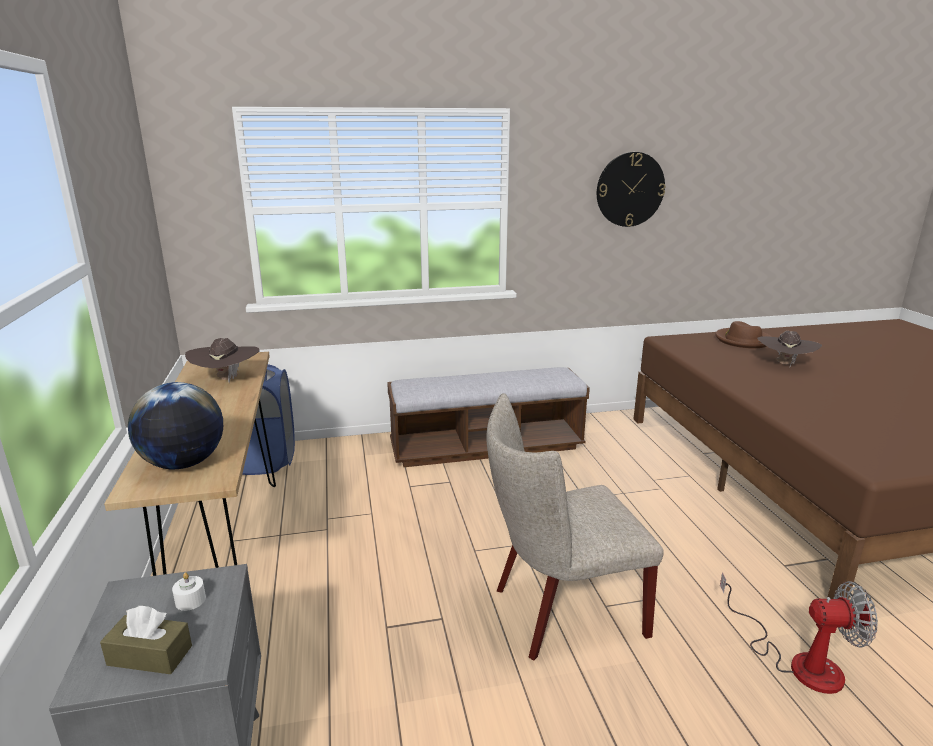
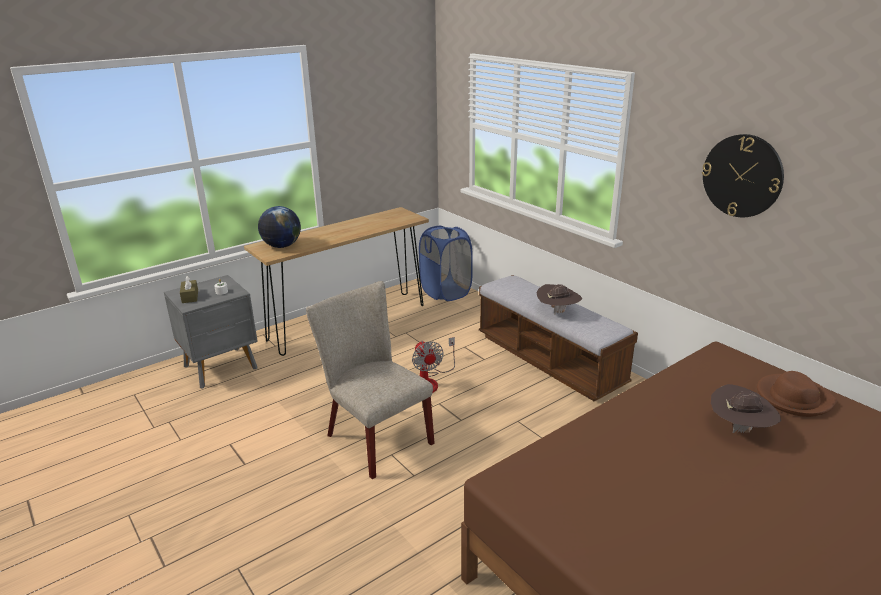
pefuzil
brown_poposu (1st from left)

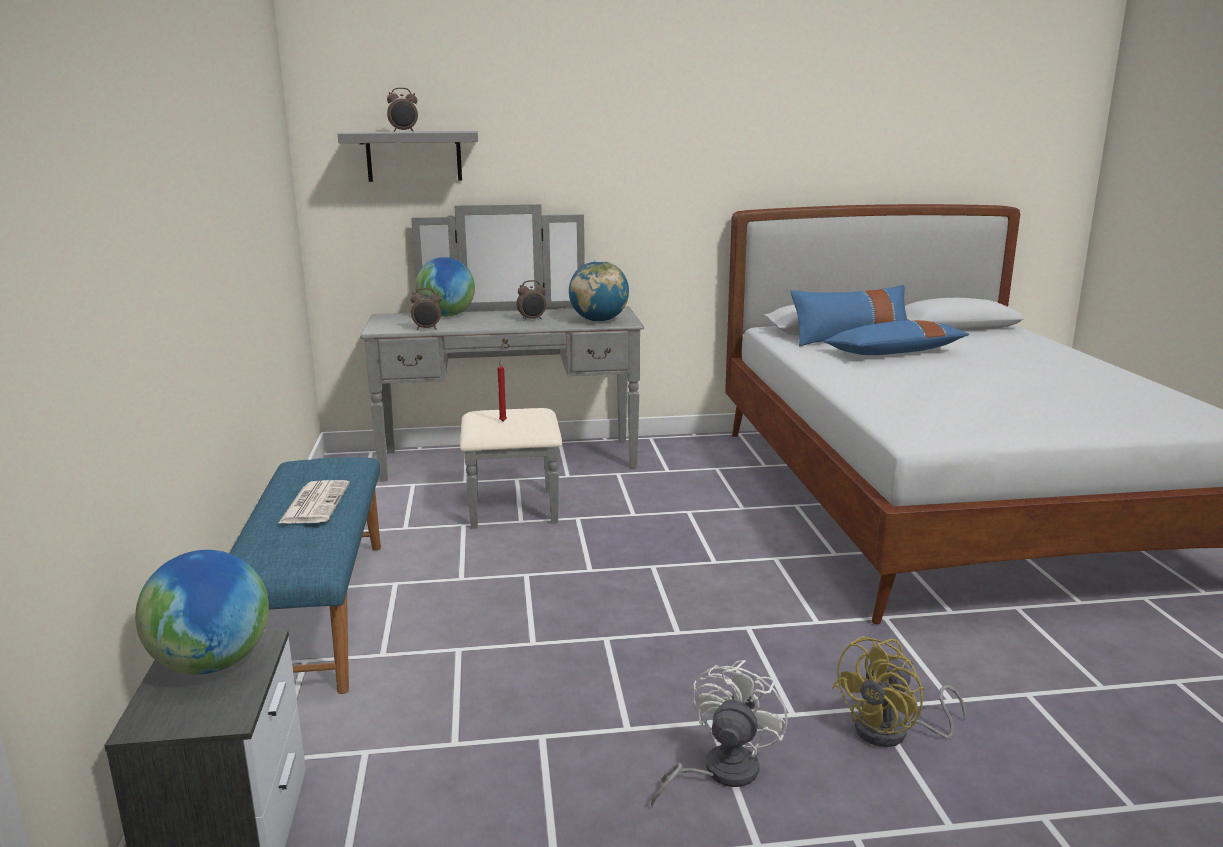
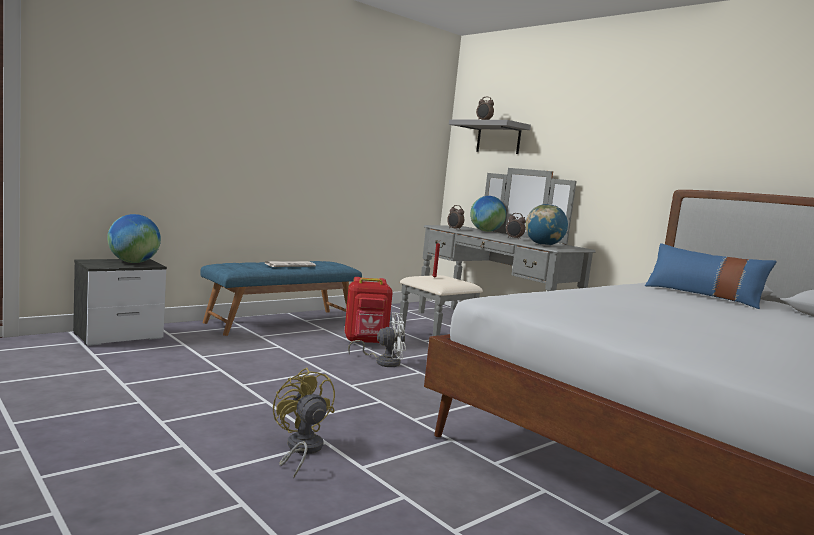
yellow_pefuzil
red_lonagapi
white_pefuzil
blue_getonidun (2nd from left in the first image)

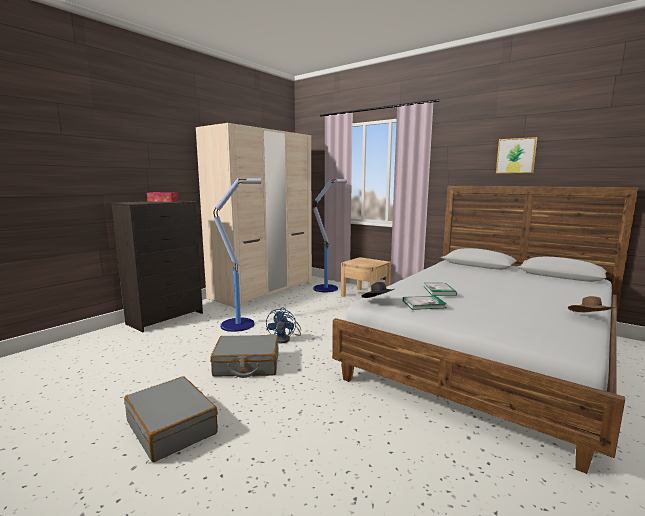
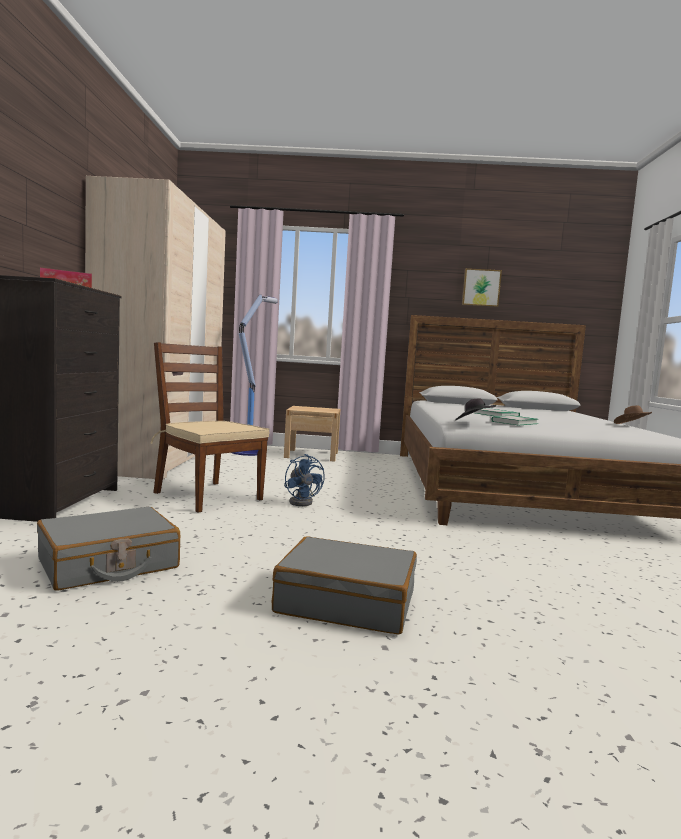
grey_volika (1st from left)
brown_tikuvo

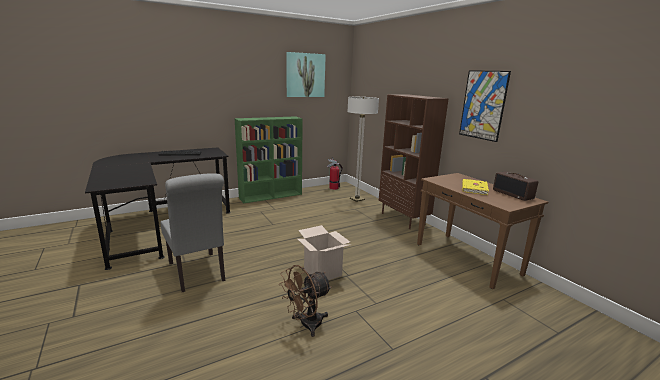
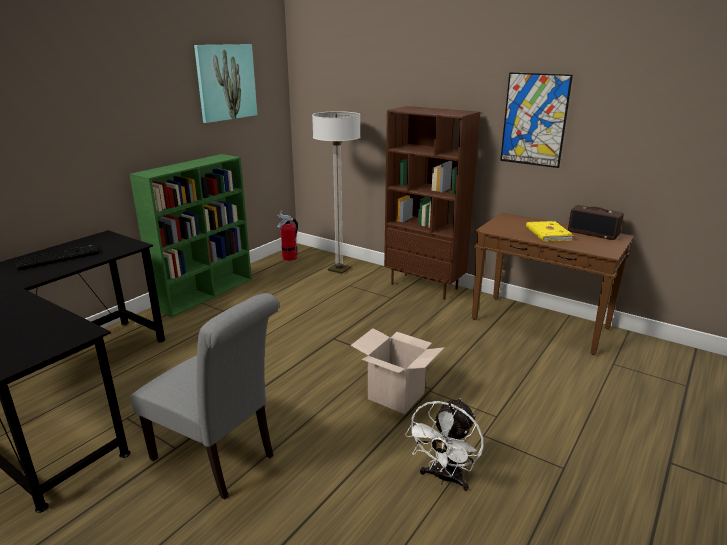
white_pefuzil

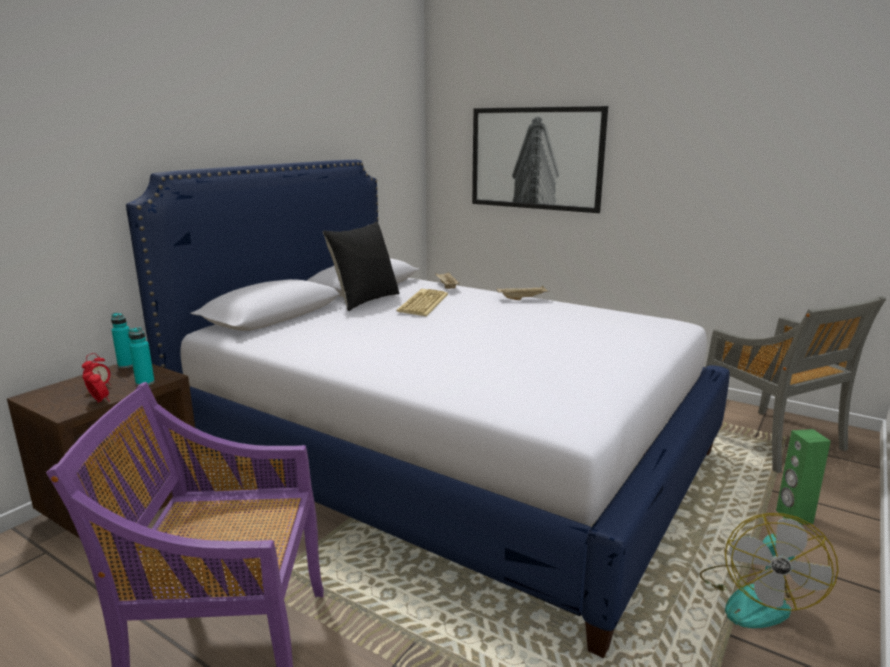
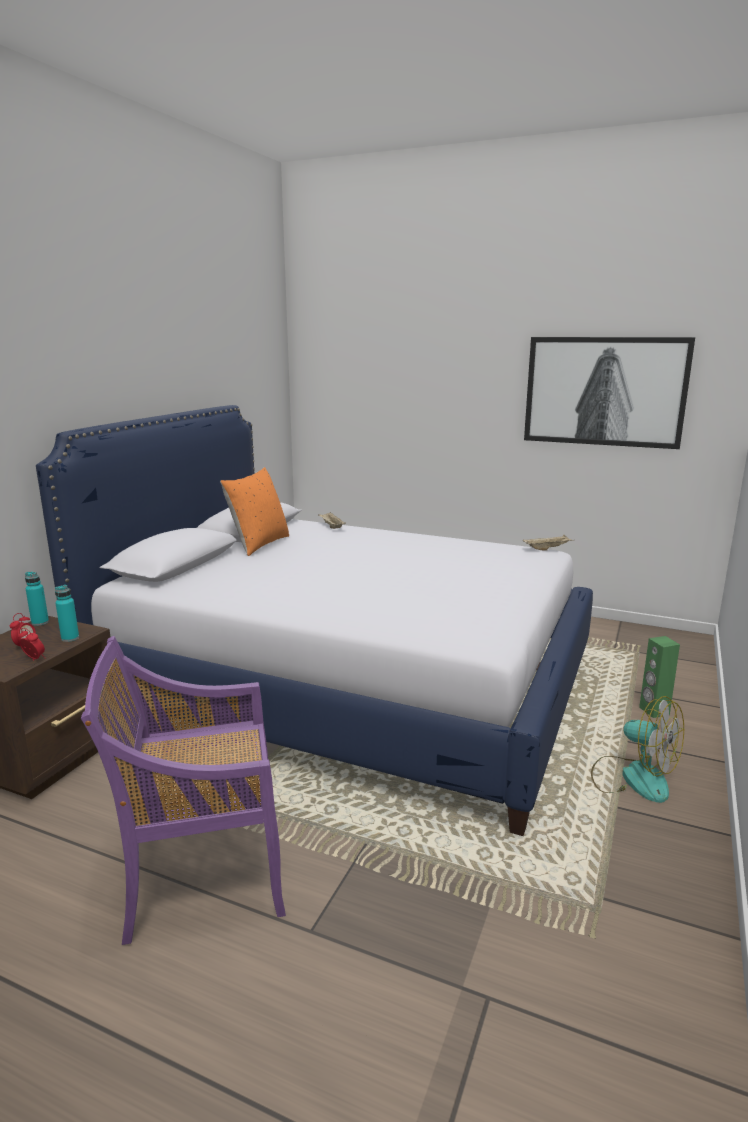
orange_getonidun
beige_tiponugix (2nd from left)
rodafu
pefuzil
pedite
grey_tikuvo

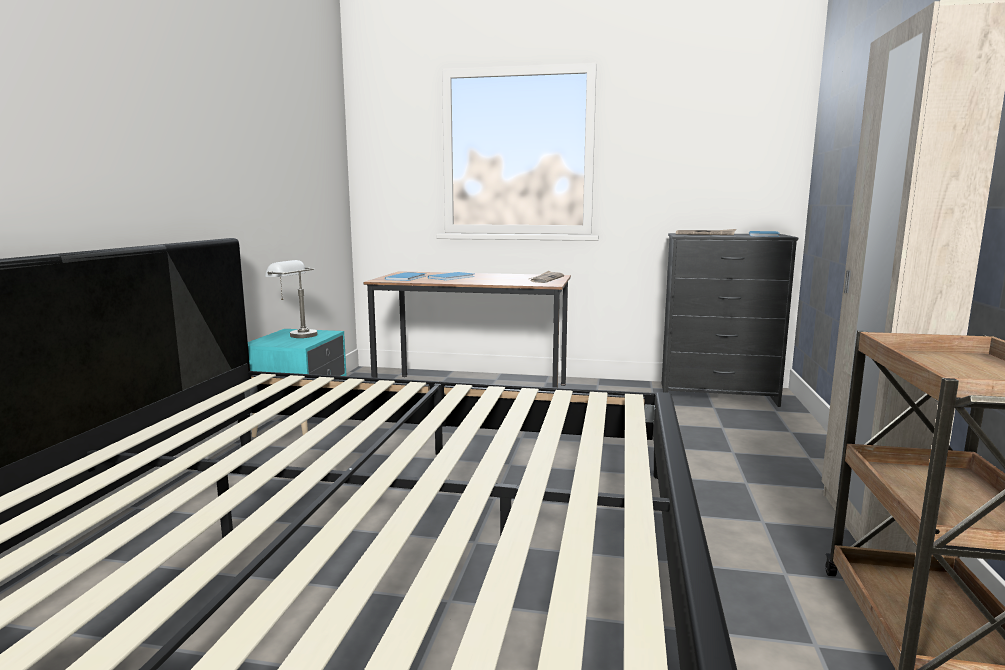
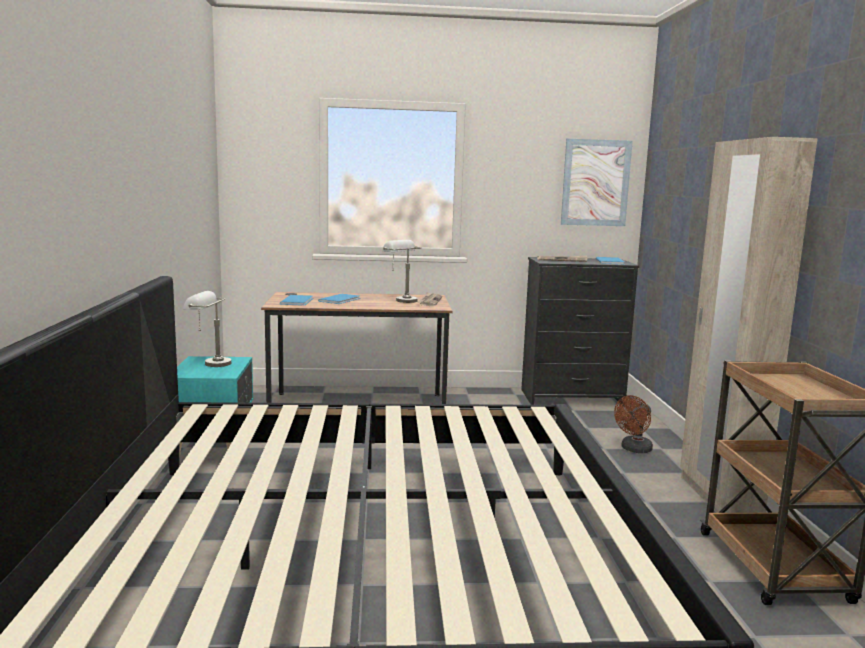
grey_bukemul (2nd from left)
rodafu
brown_pefuzil

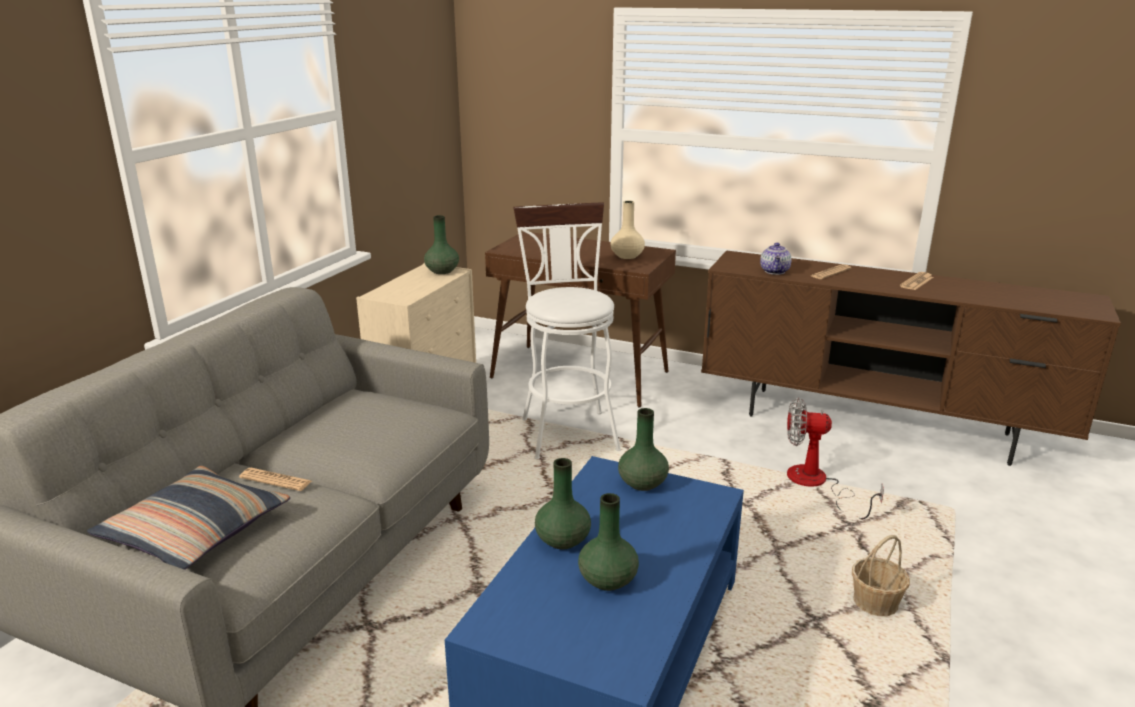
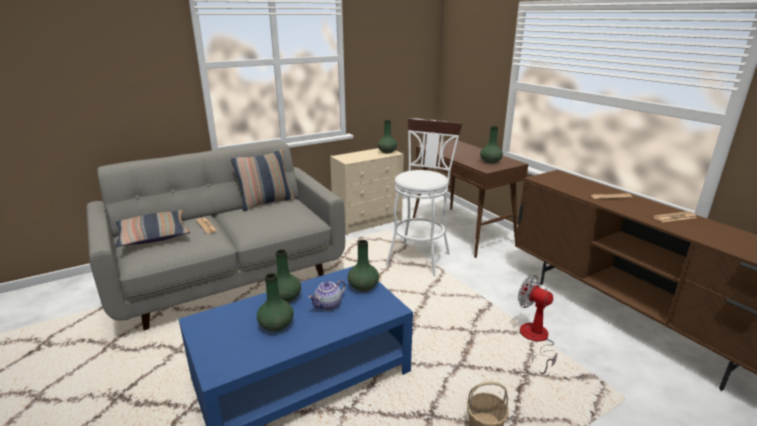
getonidun (2nd from left)
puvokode
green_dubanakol (5th from left)

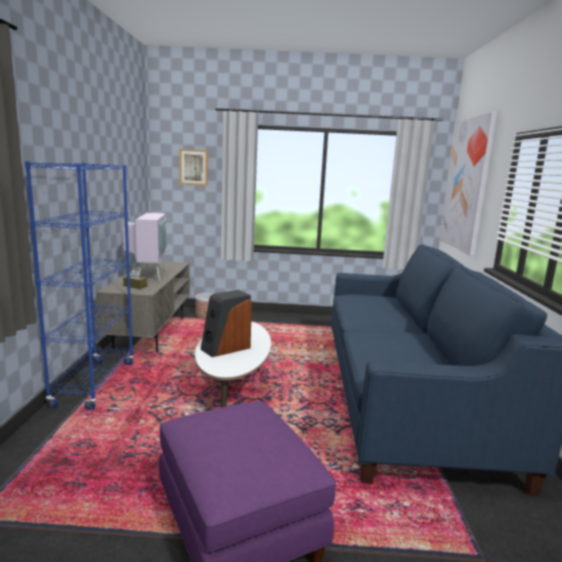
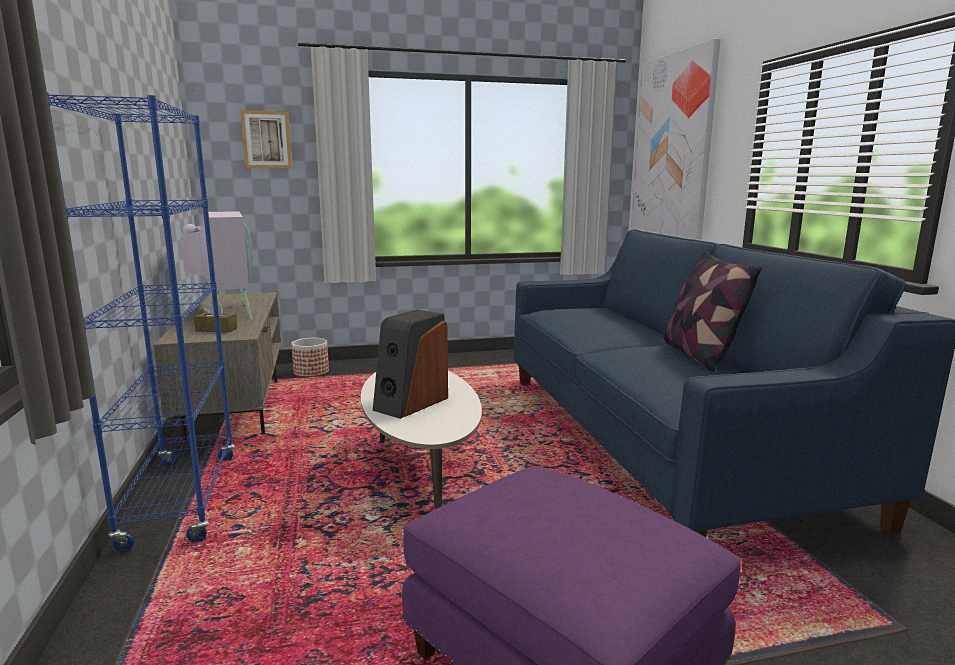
getonidun

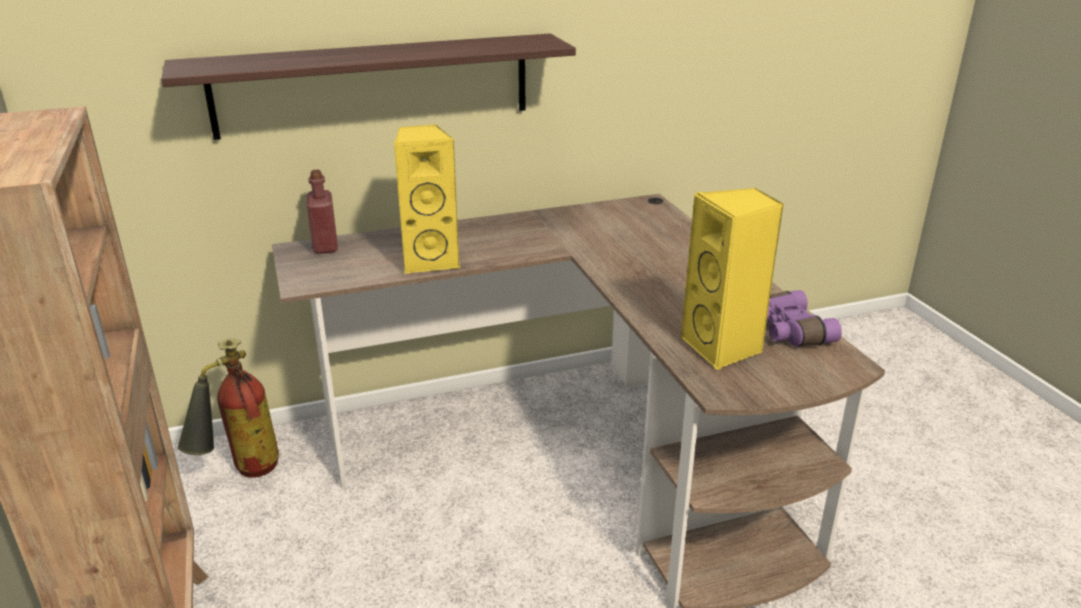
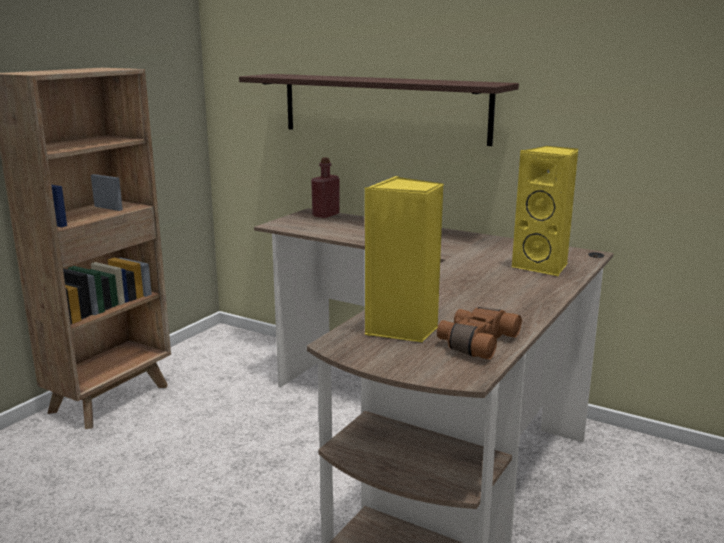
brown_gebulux
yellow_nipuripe (2nd from left)
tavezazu

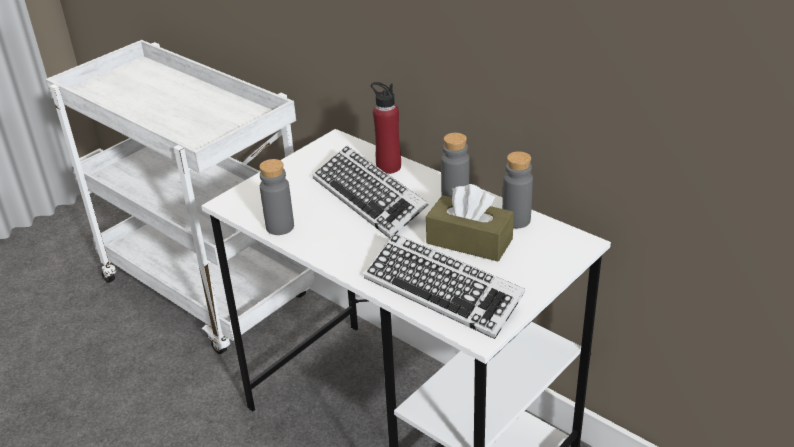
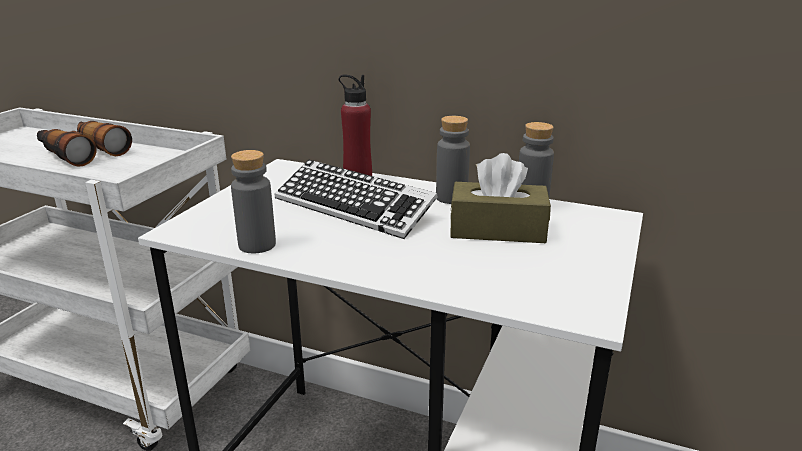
gebulux
pedite (2nd from left in the first image)

